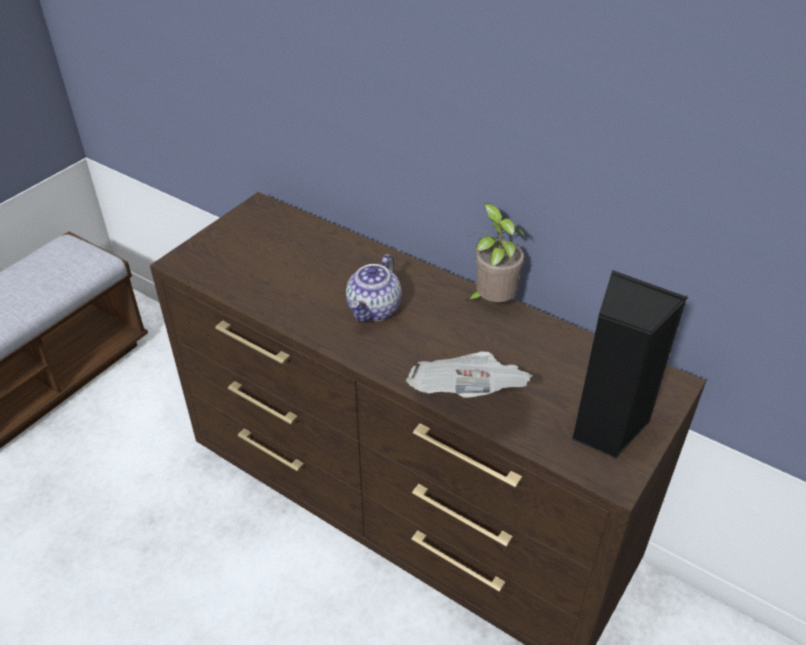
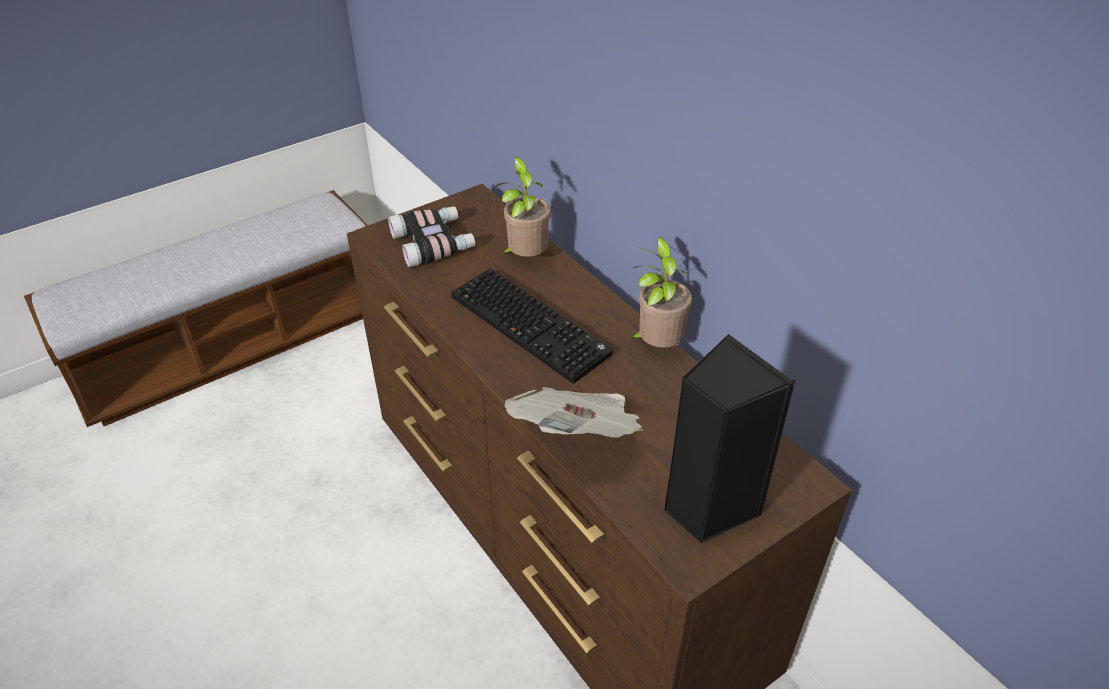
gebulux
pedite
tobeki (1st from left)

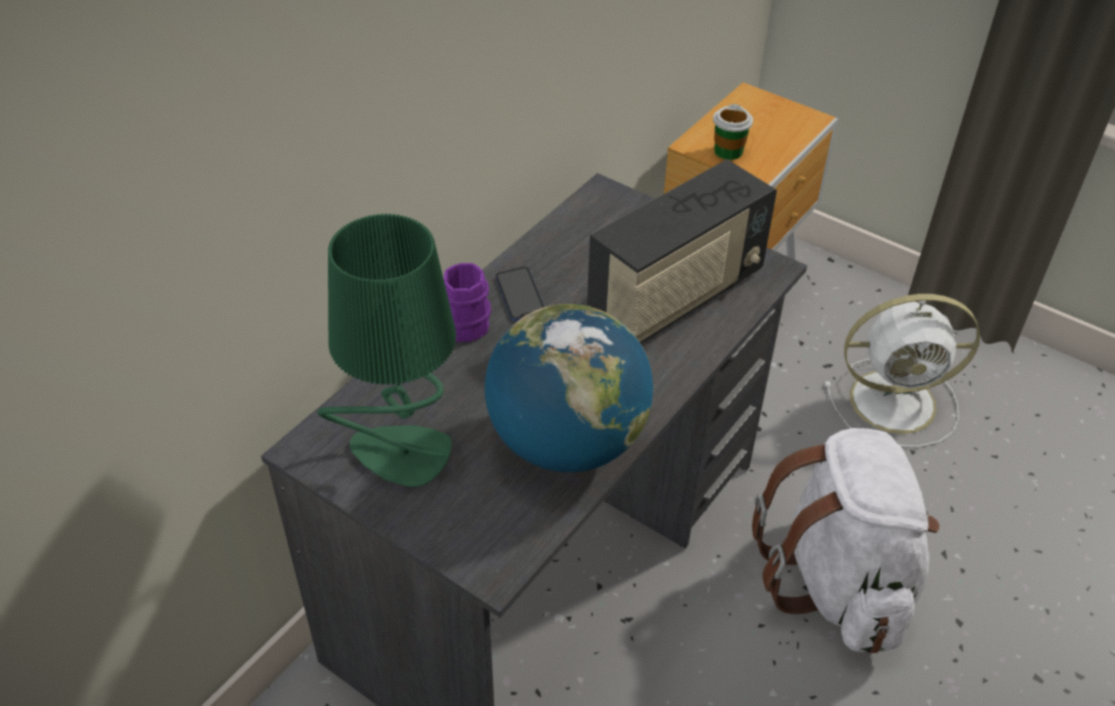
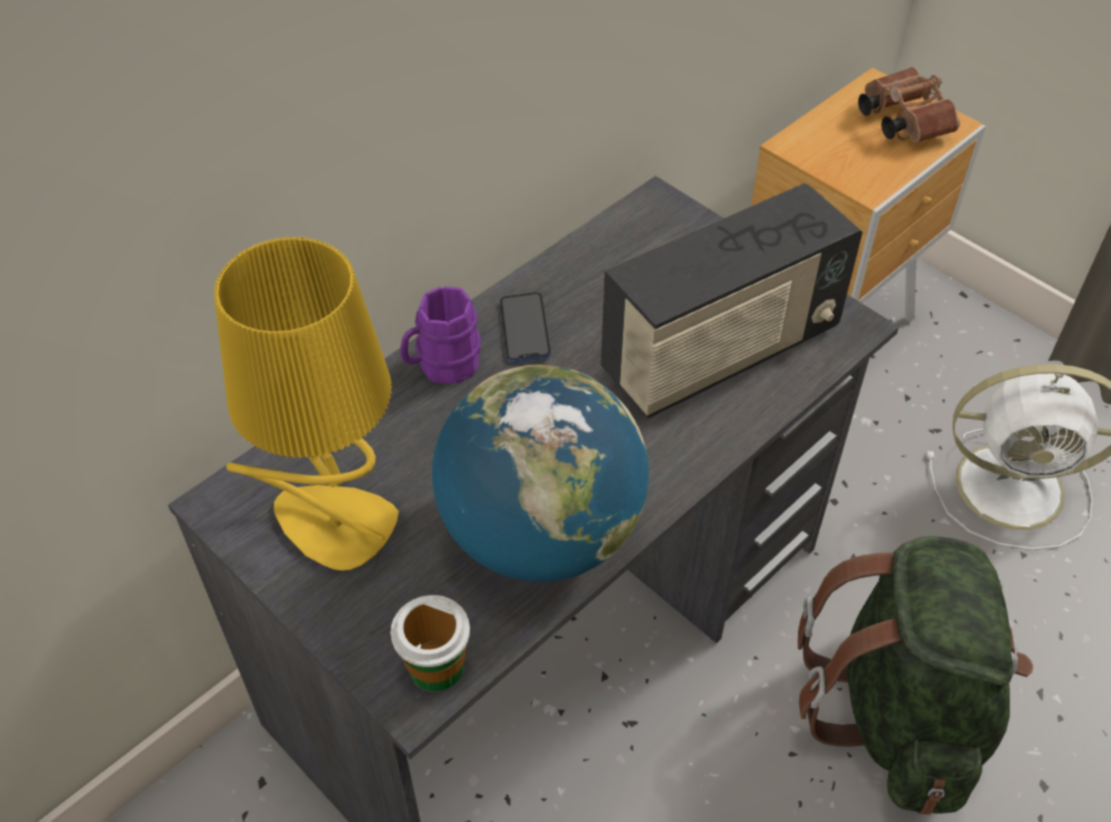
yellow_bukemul
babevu
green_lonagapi
brown_gebulux

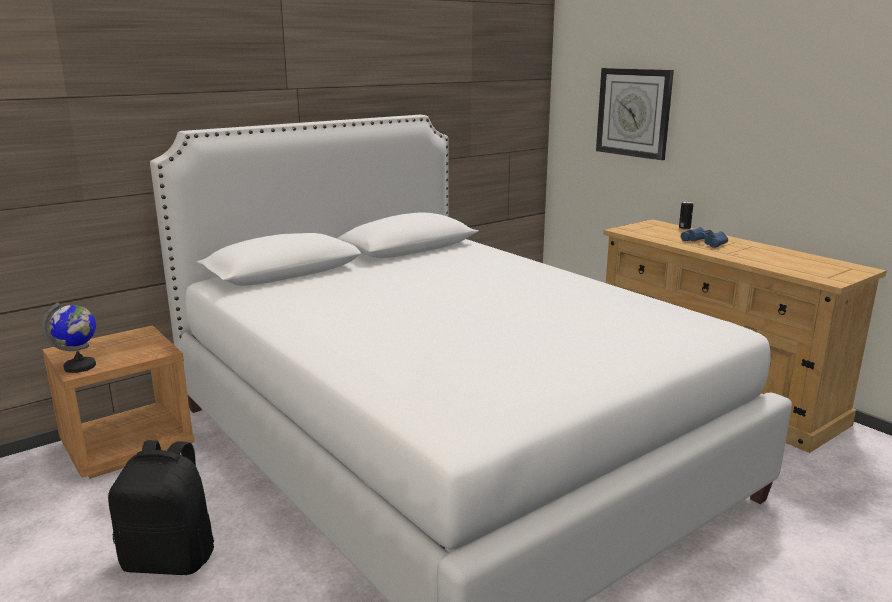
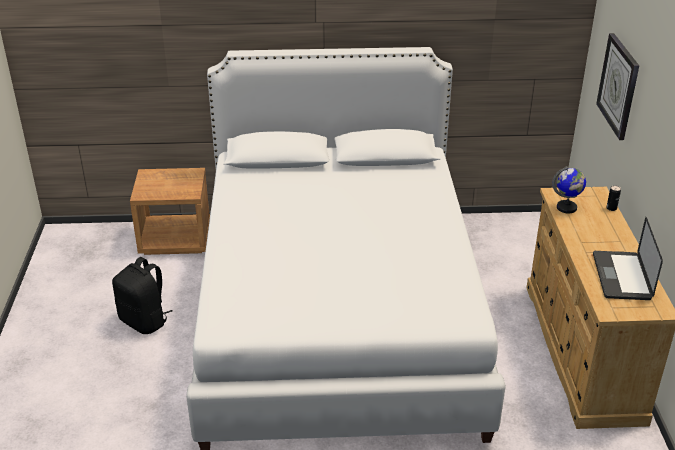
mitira
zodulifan
blue_gebulux

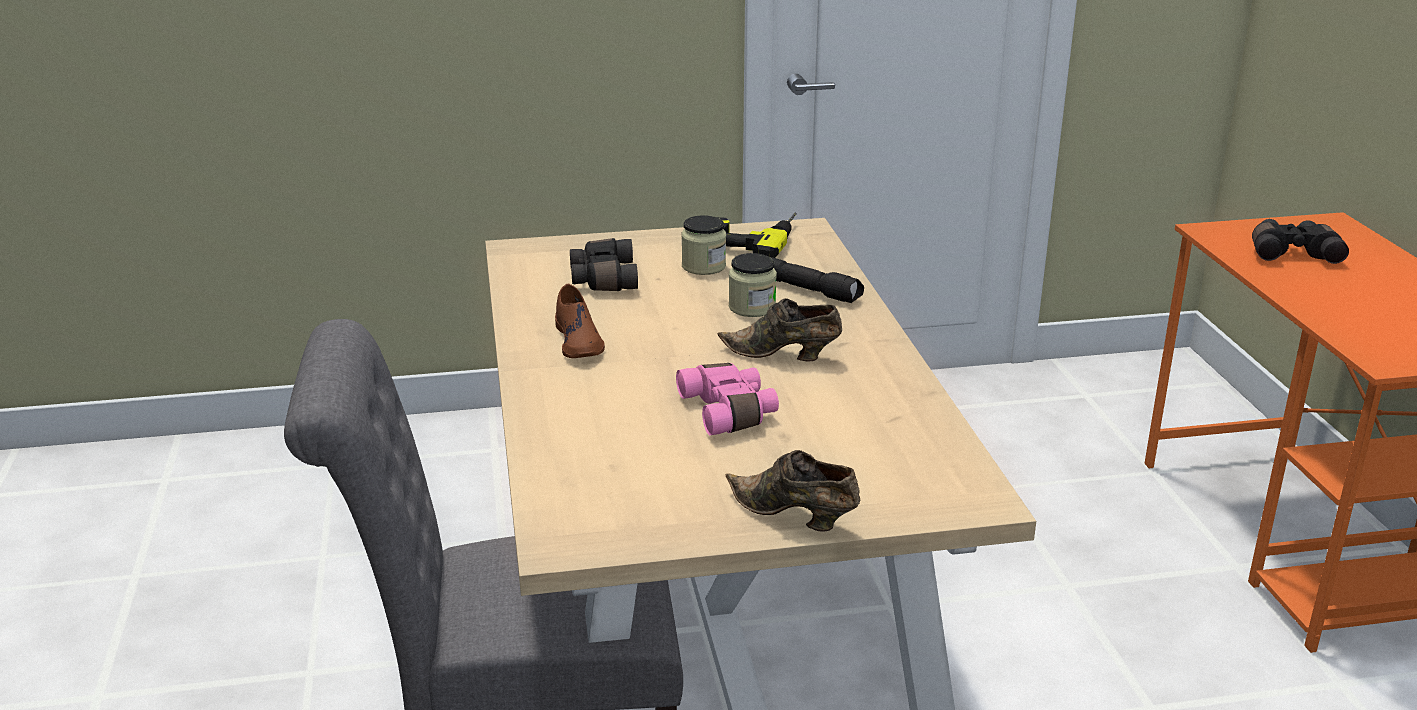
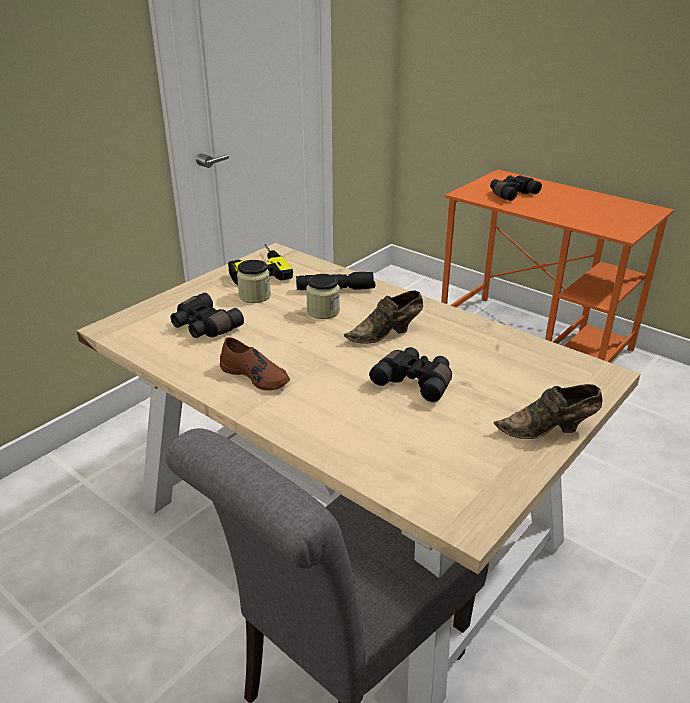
black_gebulux (2nd from left)

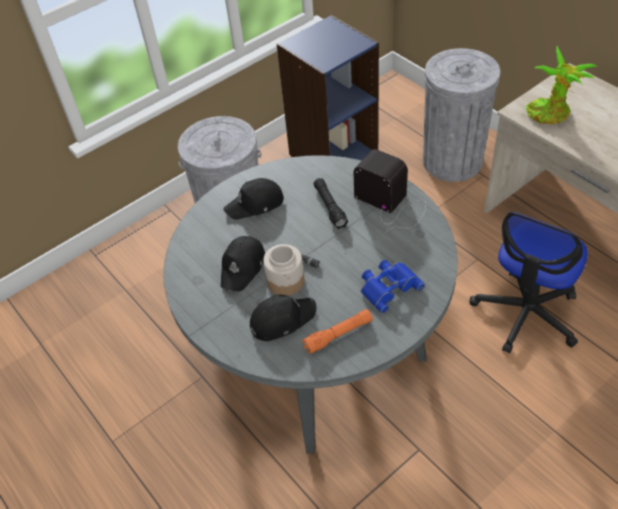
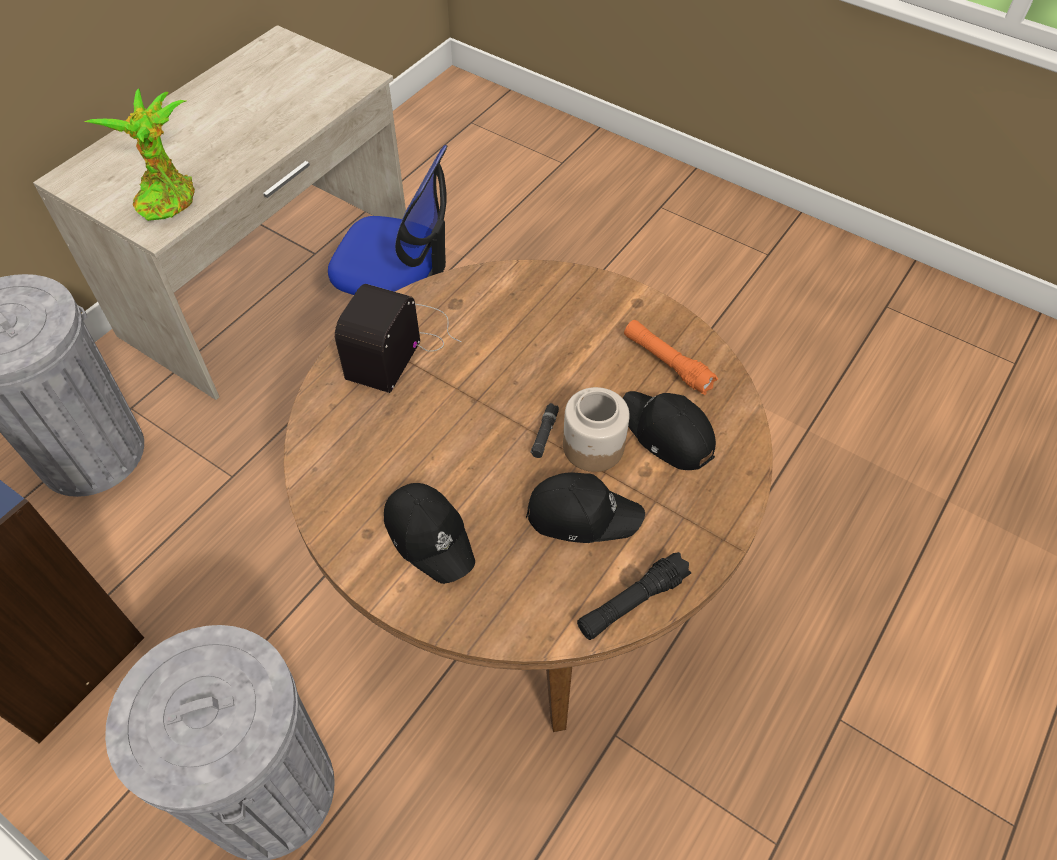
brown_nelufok
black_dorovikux (2nd from left)
blue_gebulux

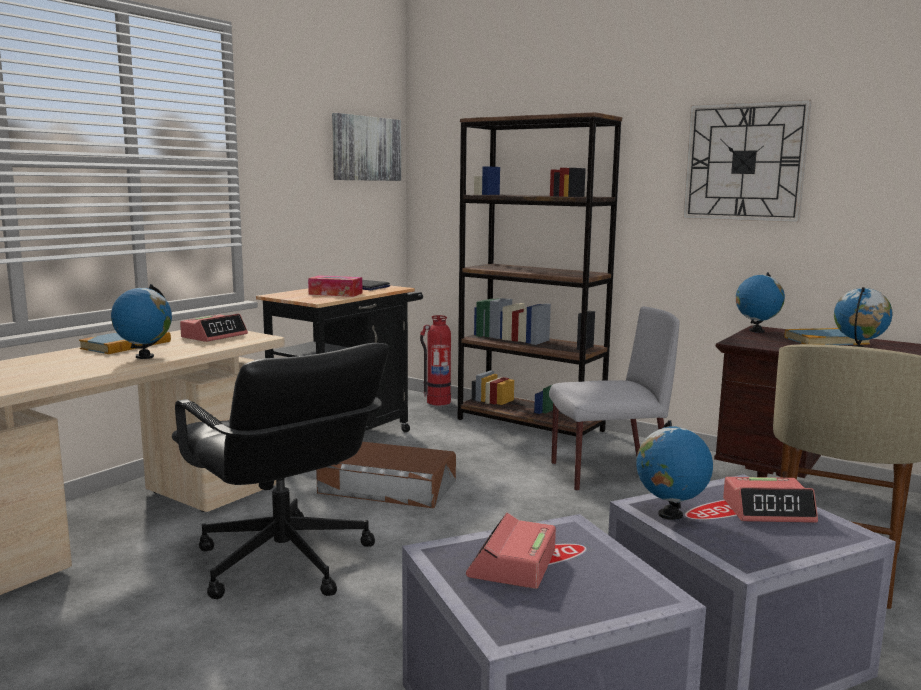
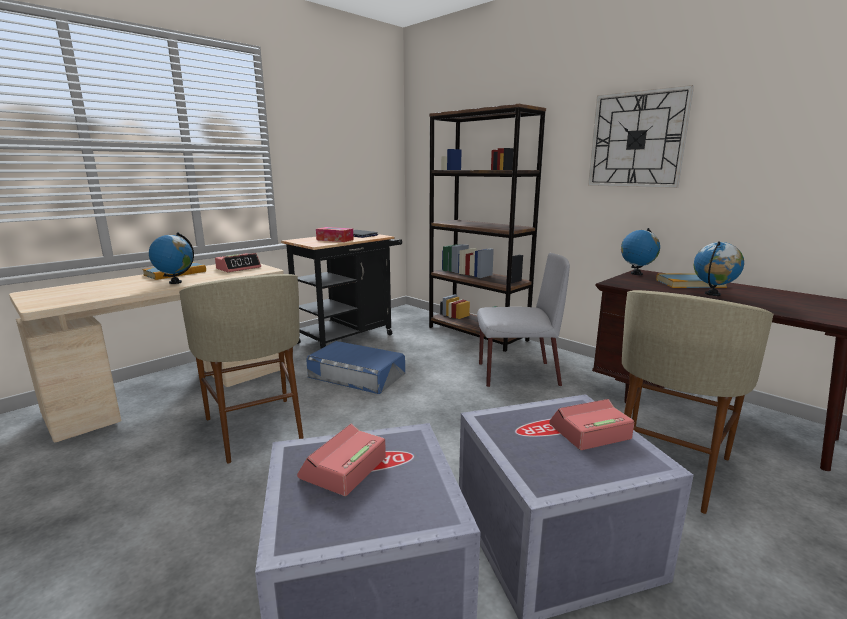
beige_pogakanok (1st from left)
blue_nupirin
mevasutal (3rd from left)
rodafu
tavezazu
mitira (2nd from left in the first image)

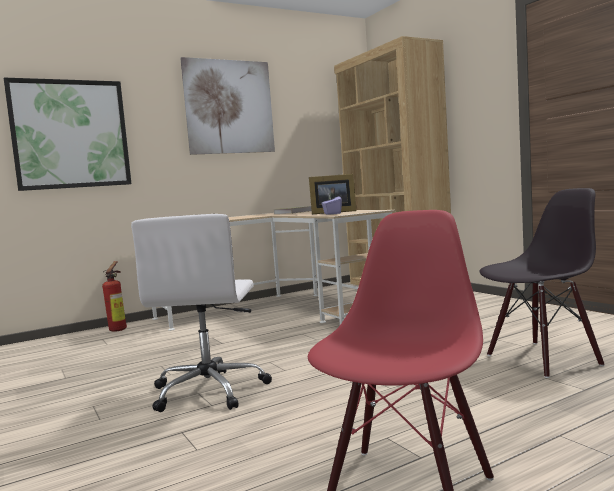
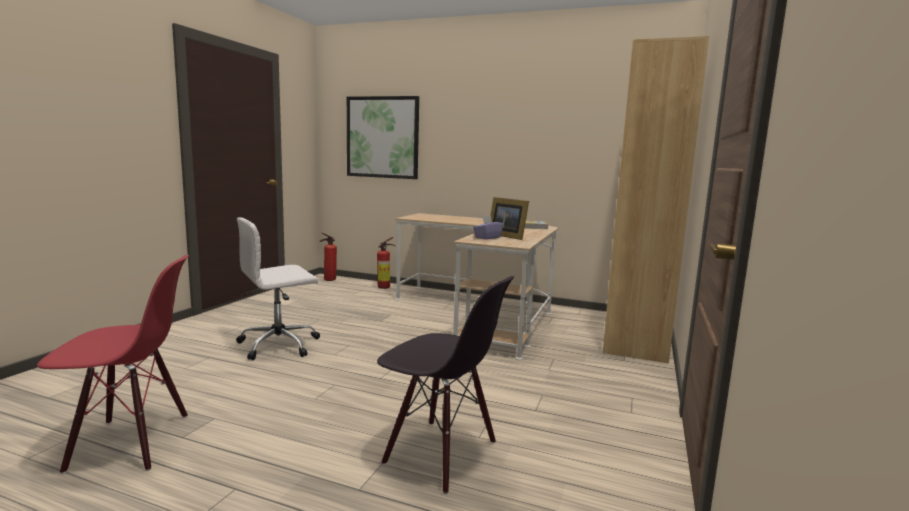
tavezazu (1st from left)
rodafu (2nd from left in the first image)

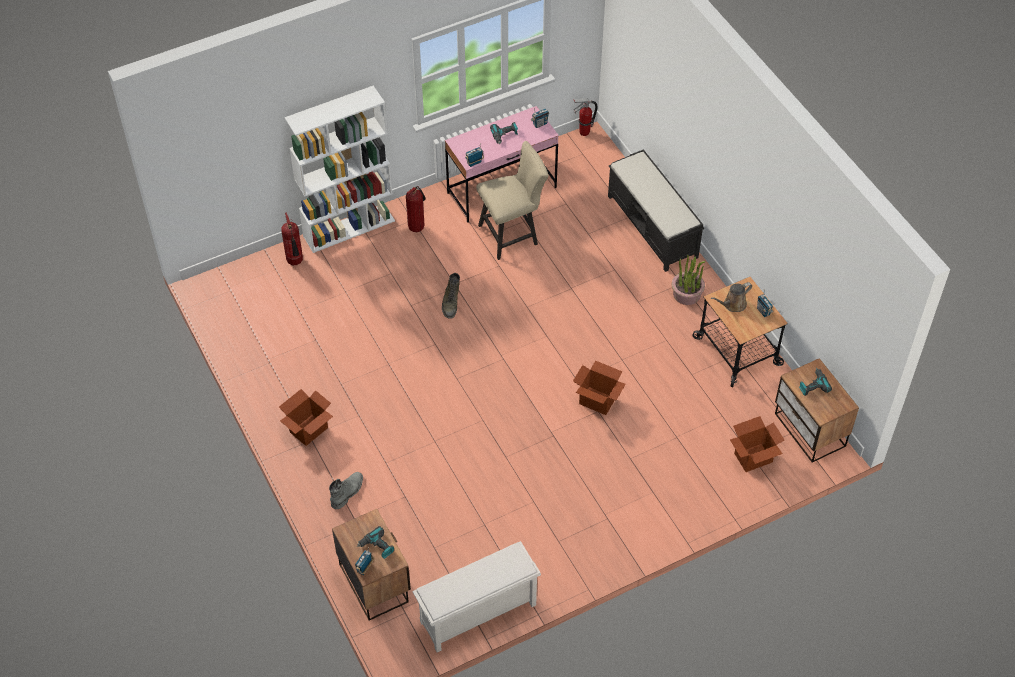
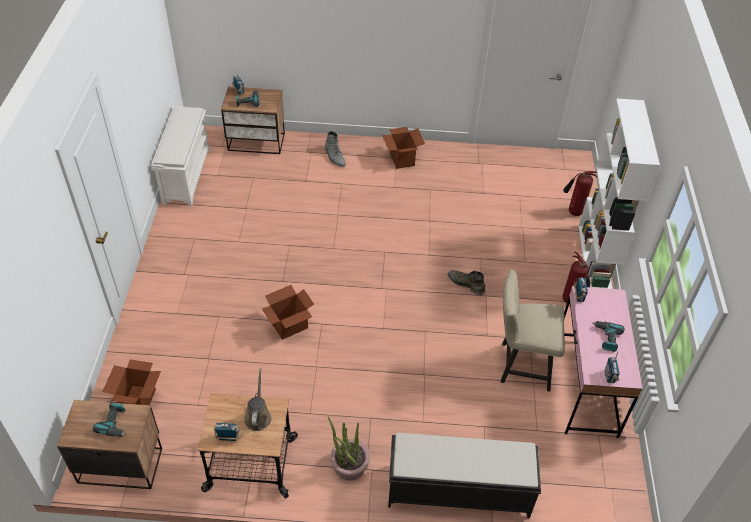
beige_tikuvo
tavezazu (3rd from left in the first image)

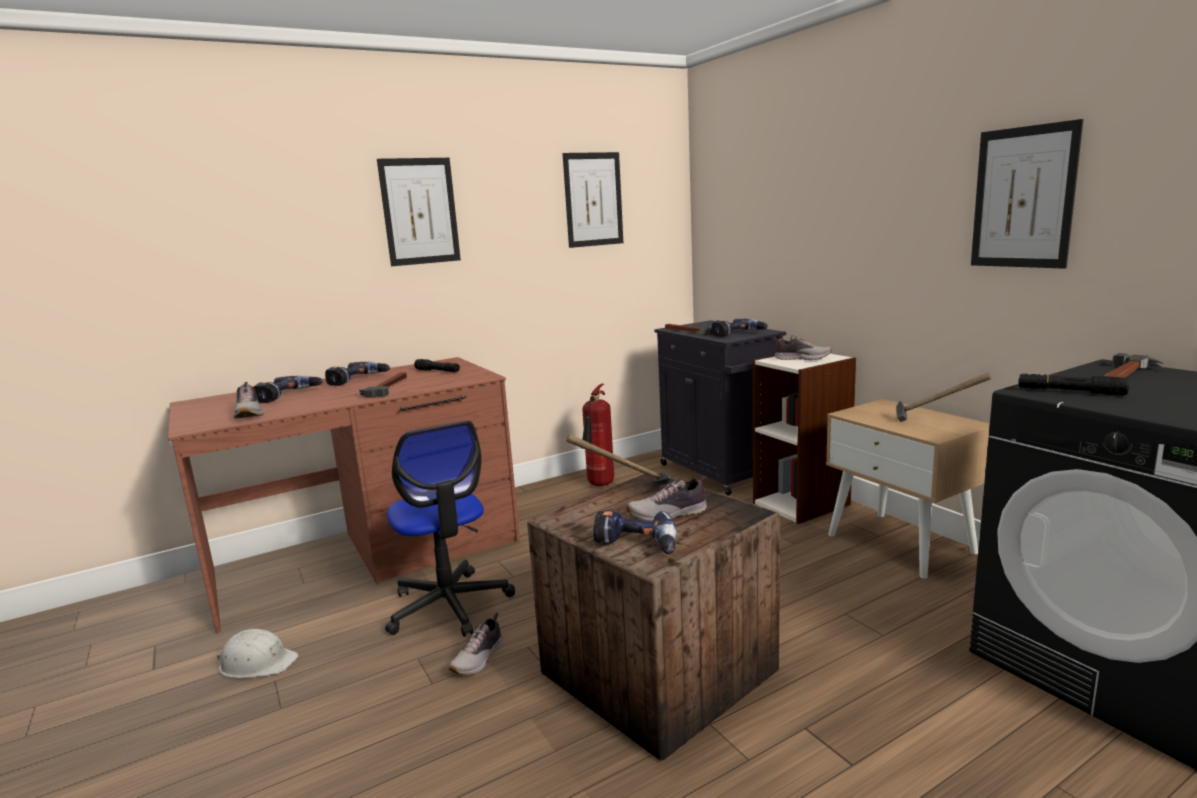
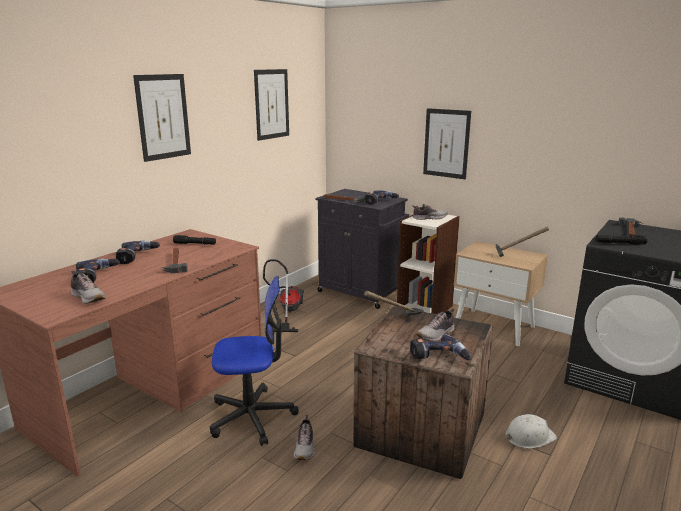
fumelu
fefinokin
rodafu (3rd from left)
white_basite

